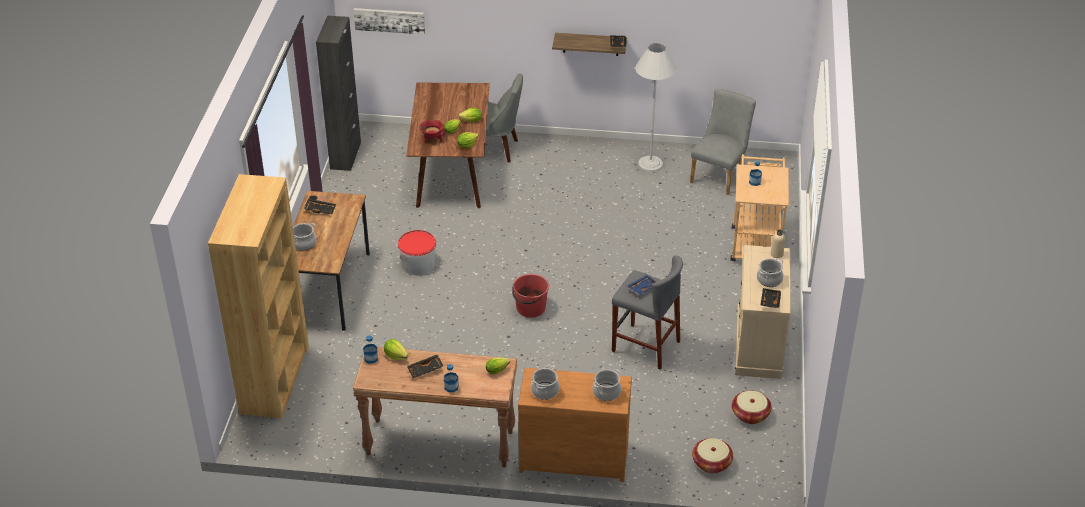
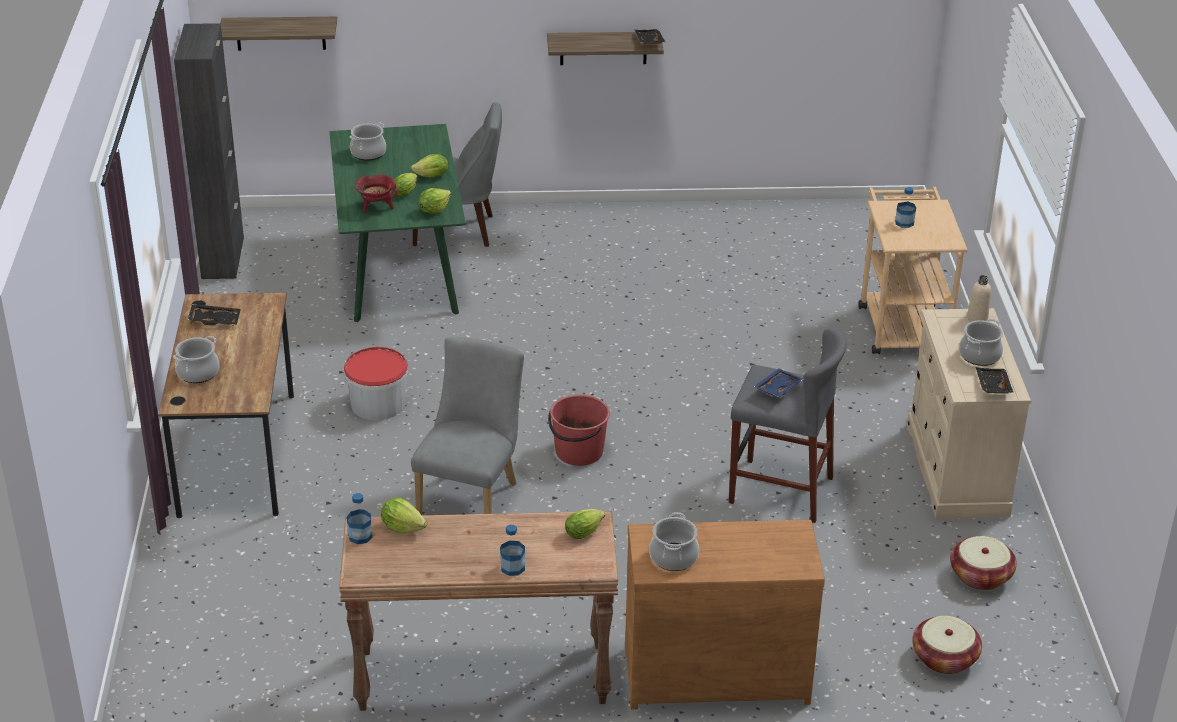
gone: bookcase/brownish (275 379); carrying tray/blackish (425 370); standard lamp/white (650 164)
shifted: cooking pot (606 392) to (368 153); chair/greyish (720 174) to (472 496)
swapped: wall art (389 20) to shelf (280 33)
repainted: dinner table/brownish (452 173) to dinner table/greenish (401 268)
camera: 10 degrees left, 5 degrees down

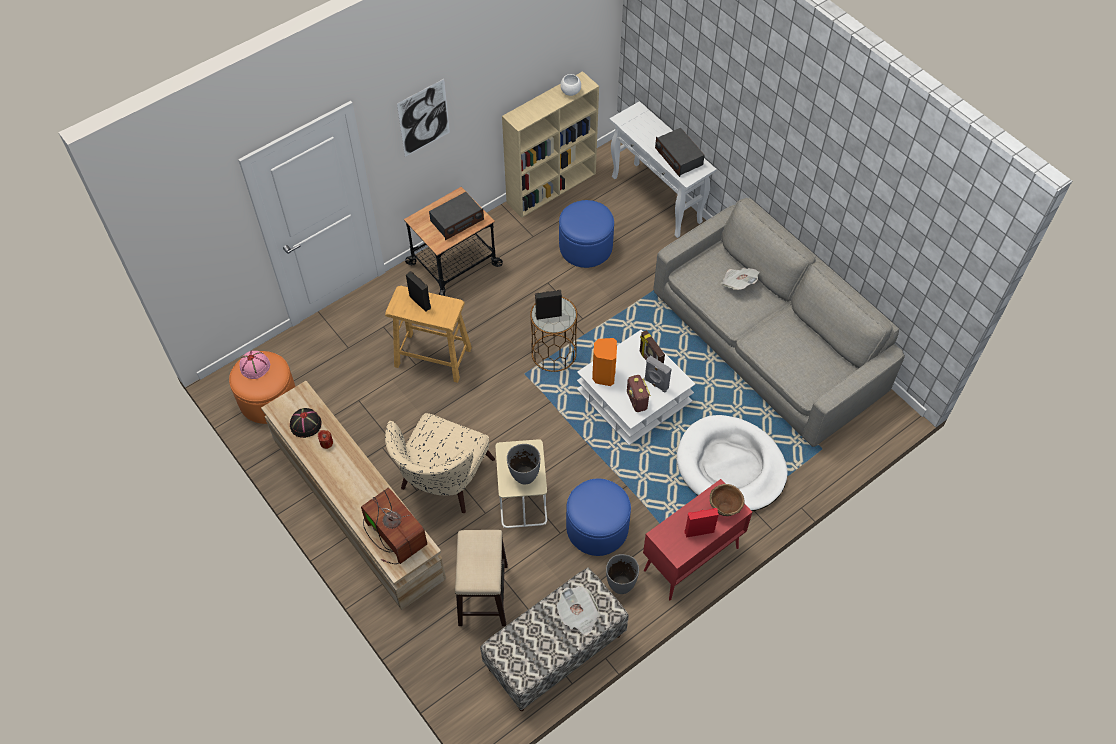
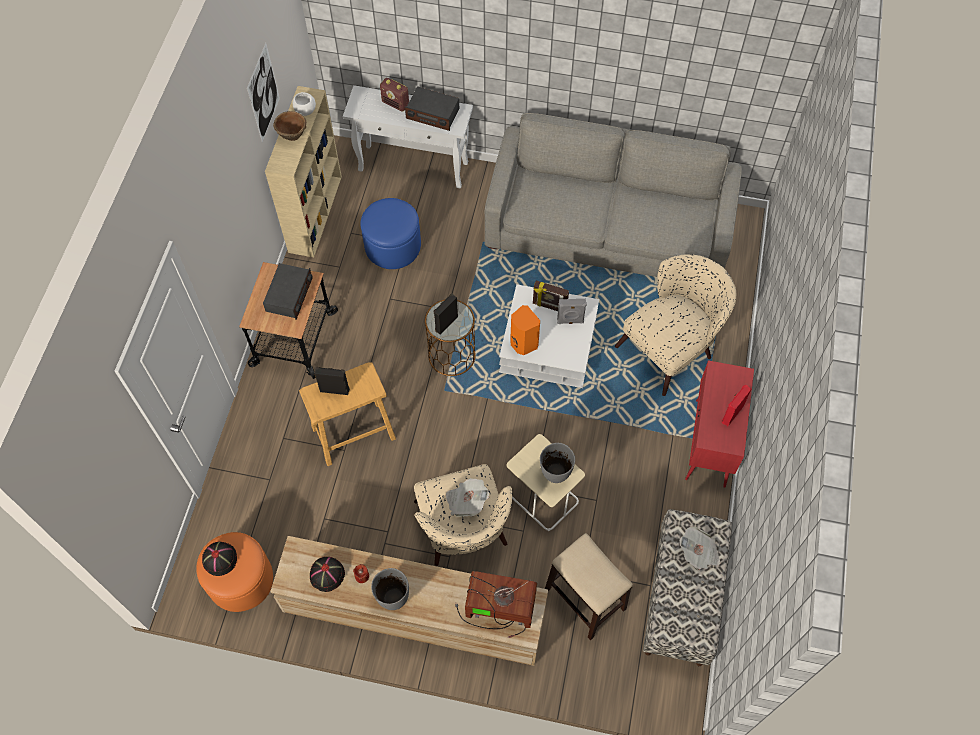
gone: ottoman/bluish (597 528)
shifted: wall art (424 118) to (263 93); vase/greyish (620 584) to (393 598); radio set (637 401) to (396 104); serving bowl/brownish (724 507) to (292 134); daily paper (738 283) to (466 501)
swapped: pet bed/white (730 466) to armchair/beige (671 347)
repainted: hat/pink (255 366) to hat/blackish (220 559)
camera: 40 degrees left, 5 degrees up

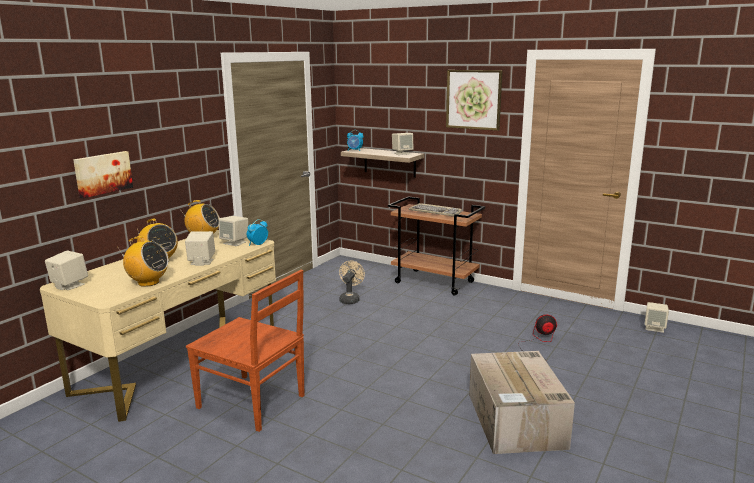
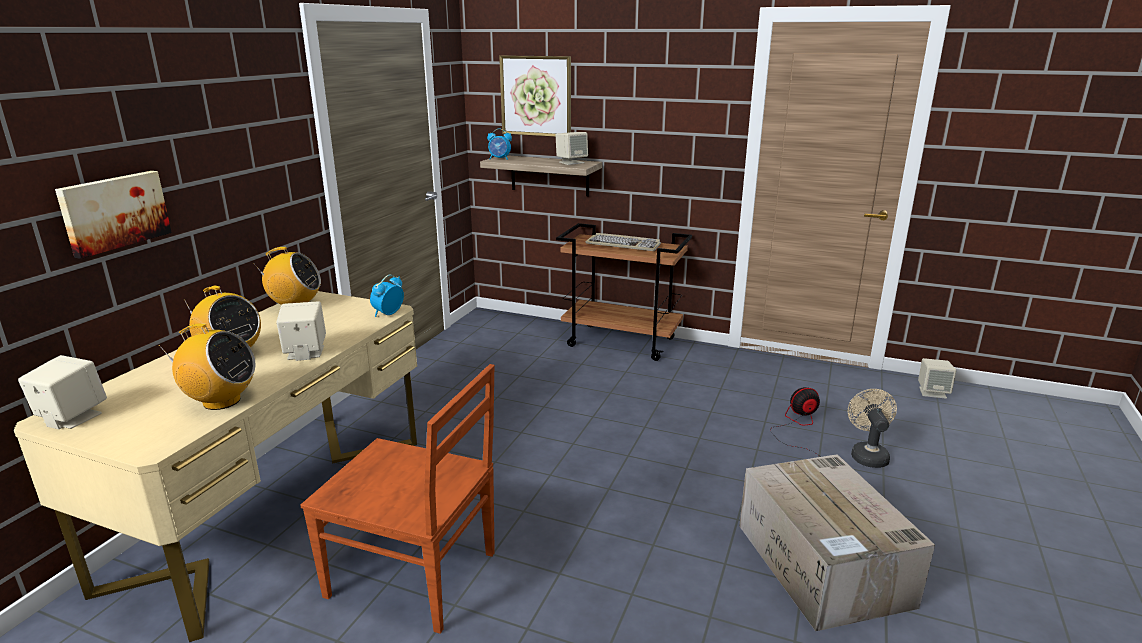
gone: audio speaker/beige (235 242)
shifted: fan/beige (350 299) to (867 455); wall art (473 99) to (536 96)
camera: 10 degrees left, 5 degrees up

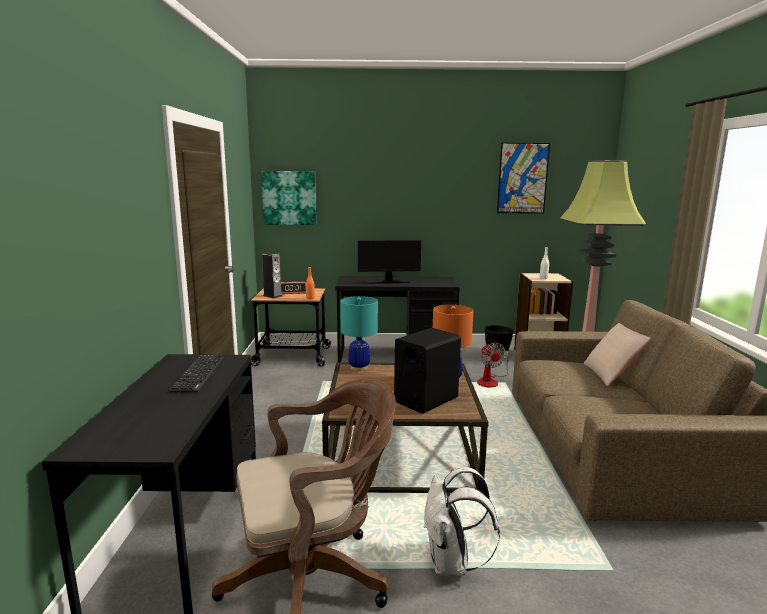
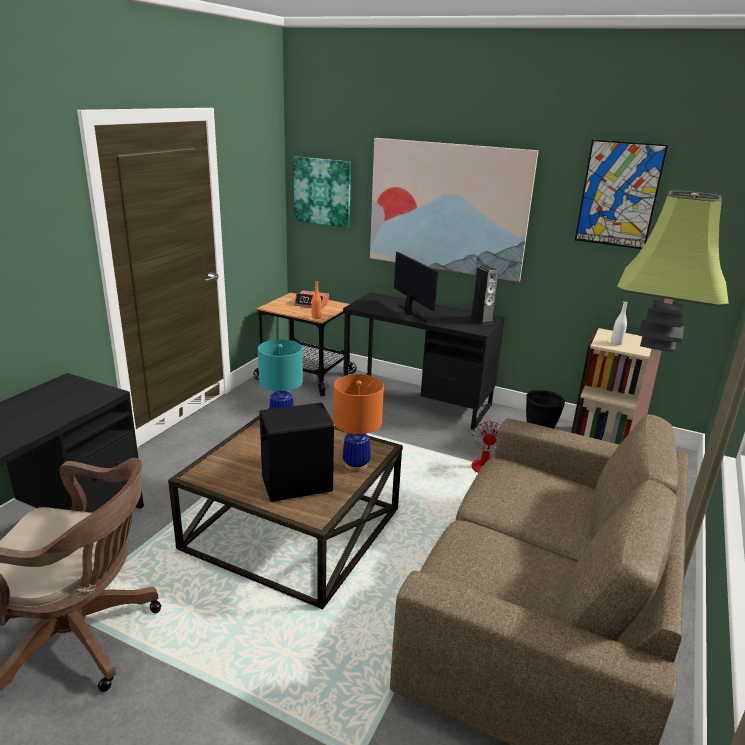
gone: keyboard (198 374); knapsack/white (452 564); cushion/beige (612 374)
new: wall art (447 208)
shifted: audio speaker (272 296) to (481 320)
rotated: monitor (389 282) = (410 313) 135 degrees counterclockwise
camera: 25 degrees right, 10 degrees up

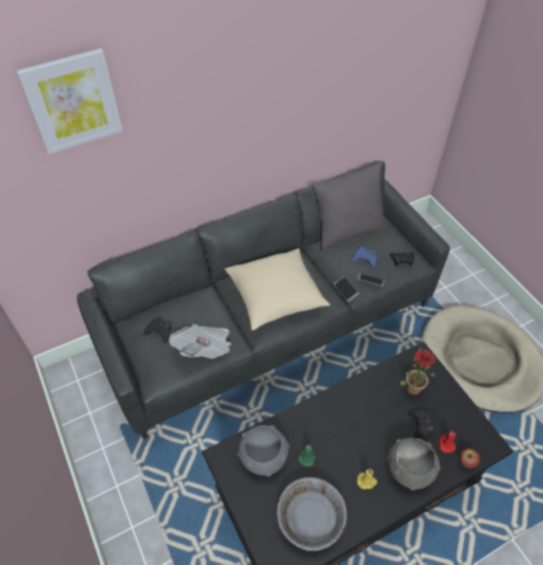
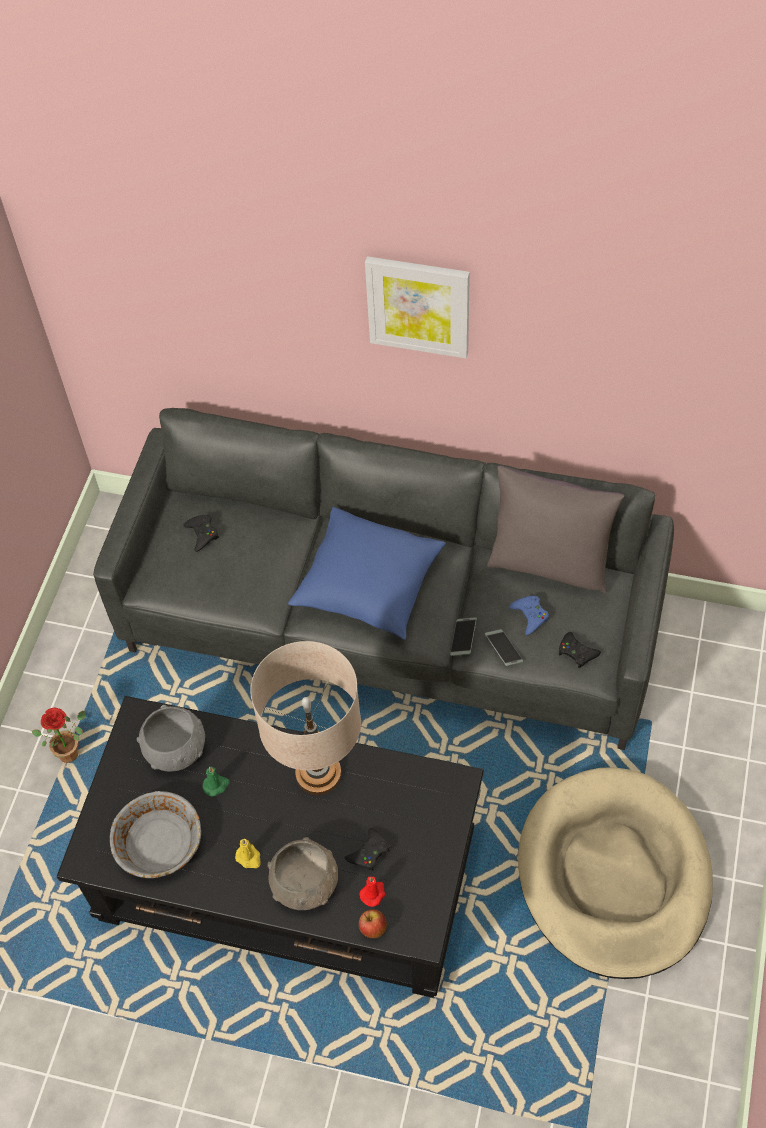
gone: daily paper (205 349)
new: lamp for a table/beige (318 774)
shifted: wall art (73 101) to (418 305); houseplant (412 385) to (71 750)
repainted: cushion/beige (276 297) to cushion/bluish (368 587)
camera: 45 degrees right, 5 degrees up

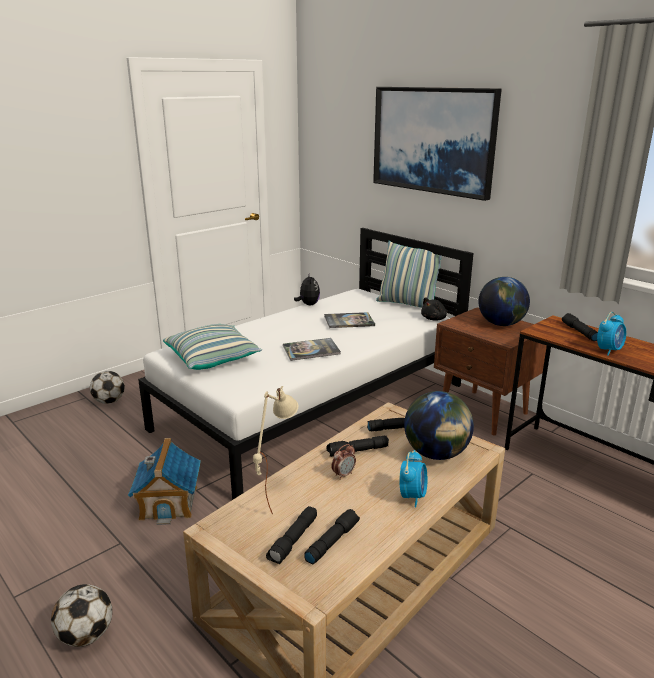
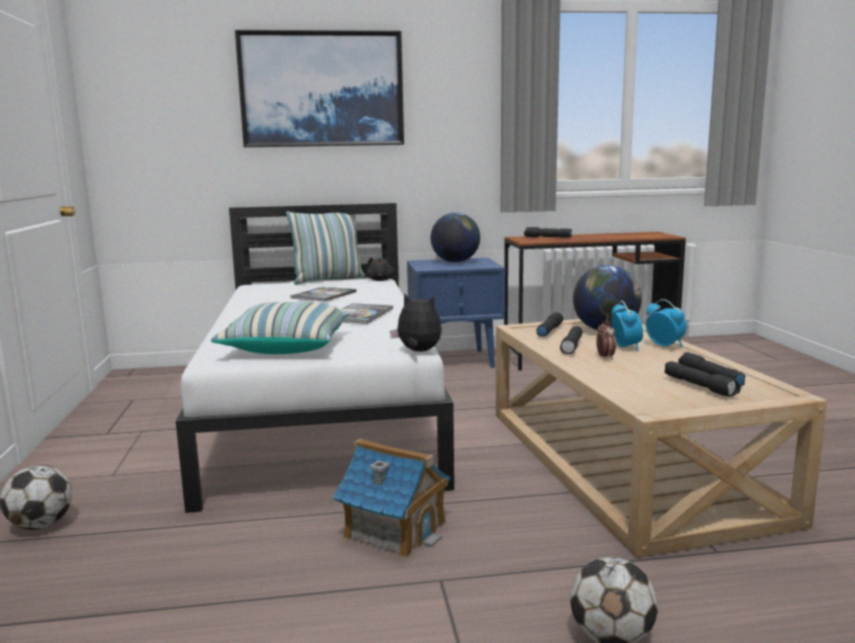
gone: lamp for a table/beige (275 495)
shifted: plush toy (308 304) to (418 351); alarm clock (609 350) to (625 347)
repainted: bedside table/brownish (484 412) to bedside table/bluish (456 360)
camera: 55 degrees left, 10 degrees down

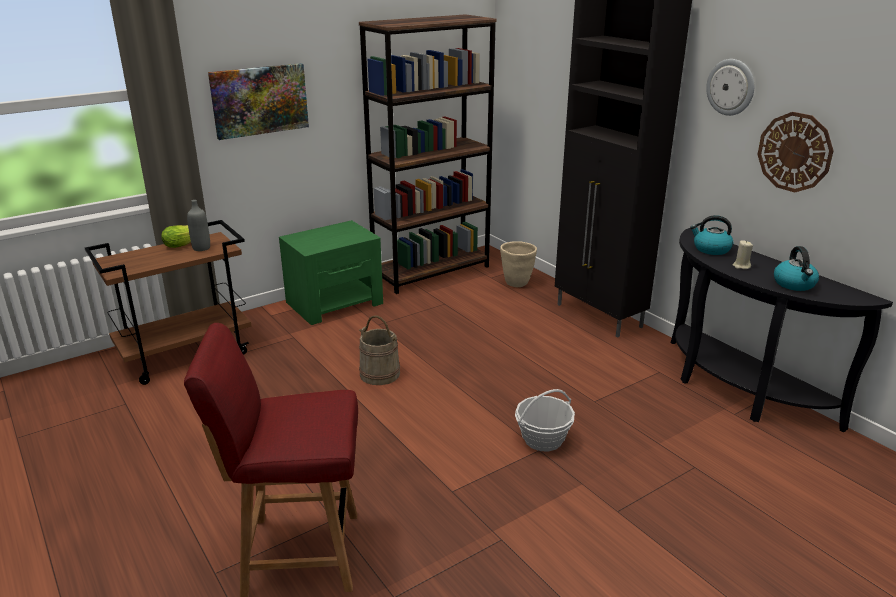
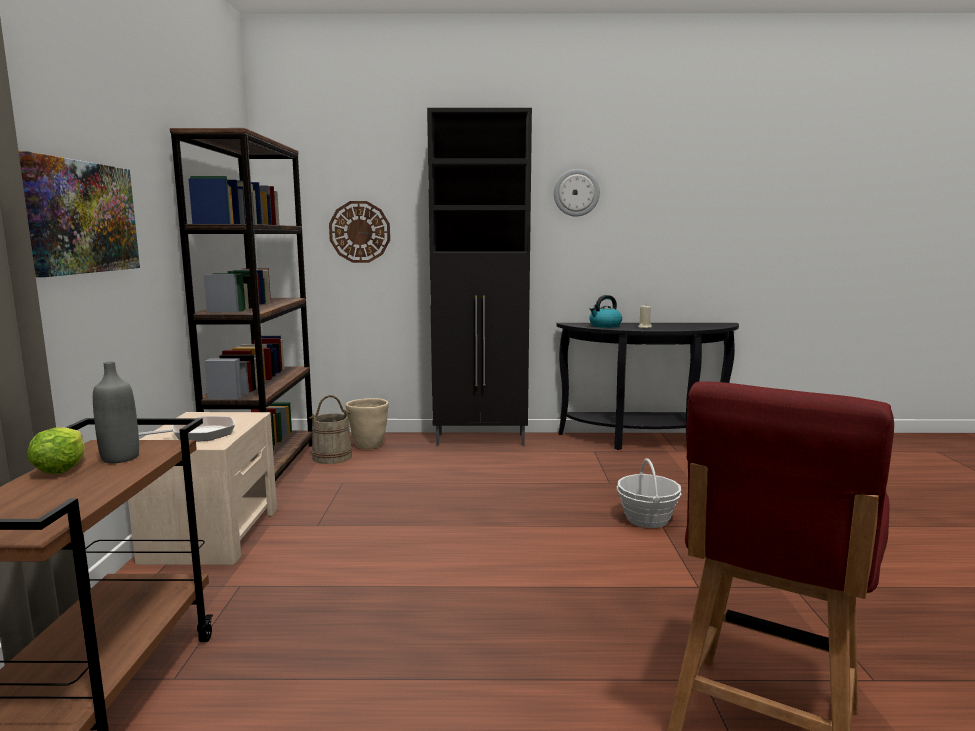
gone: water kettle (794 284)
new: frying pan (198 434)
shifted: pail/beige (379 374) to (332 457); wall clock (794 152) to (359 232)
repainted: bedside table/greenish (335 303) to bedside table/beige (213 534)
camera: 55 degrees left, 15 degrees down

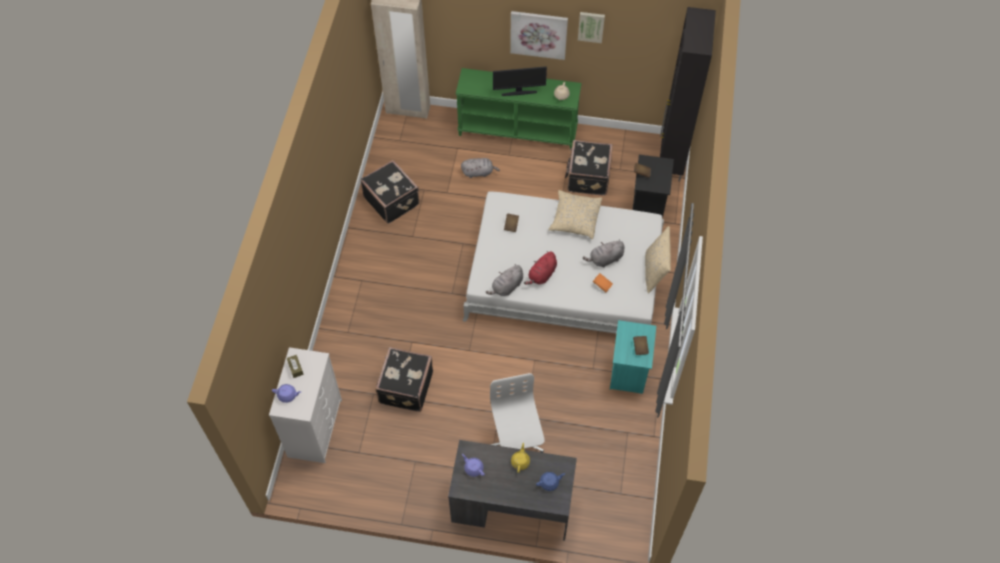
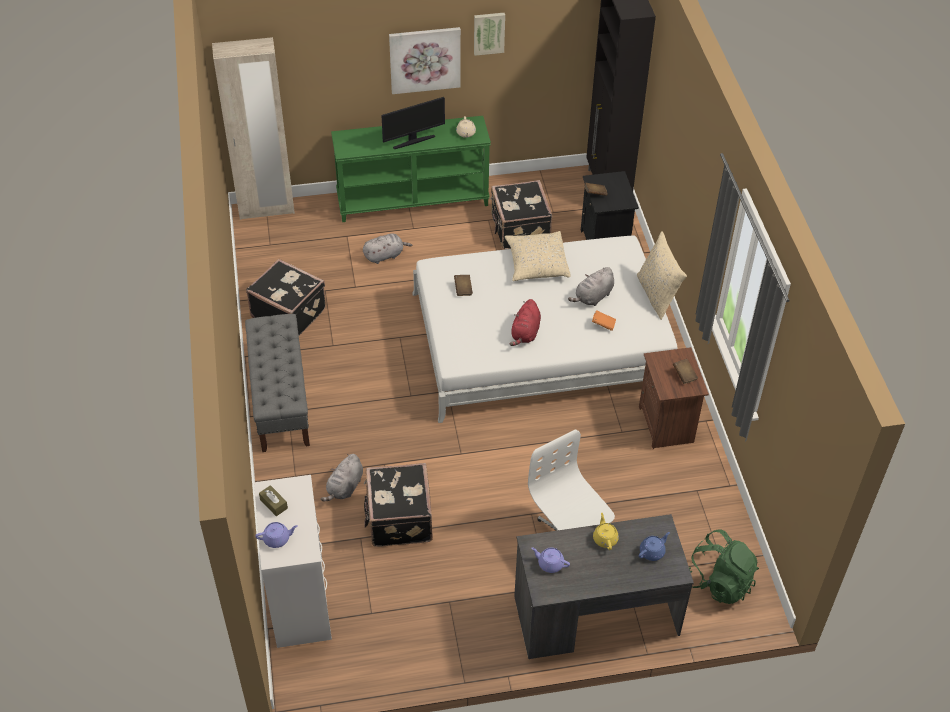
new: long seat/greyish (280 399); knapsack/greenish (719 582)
shifted: plush toy/greyish (506 287) to (344 487)
repainted: bedside table/blue-green (629 373) to bedside table/brownish (667 424)
camera: 20 degrees left, 10 degrees down

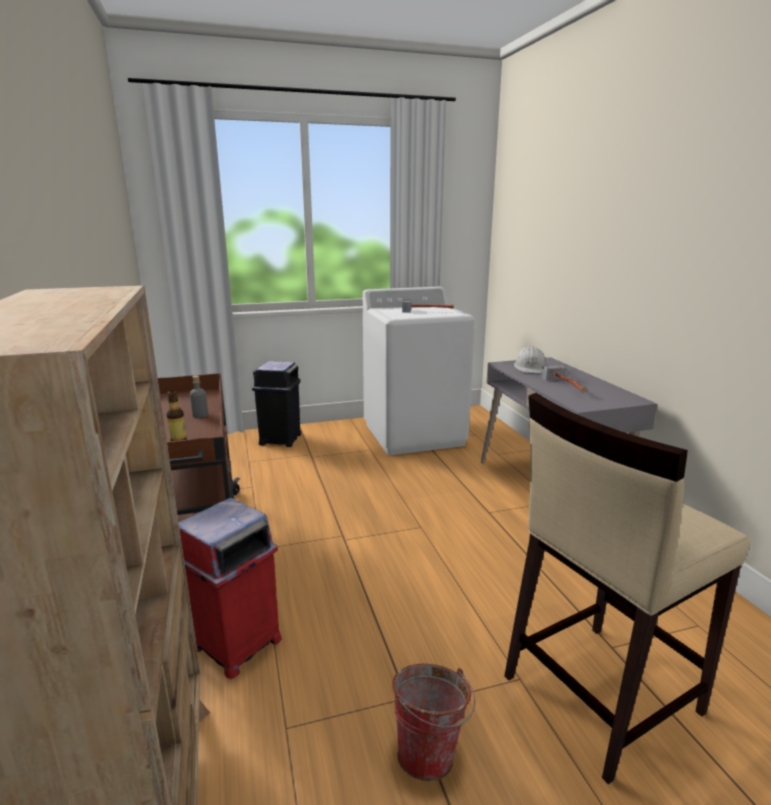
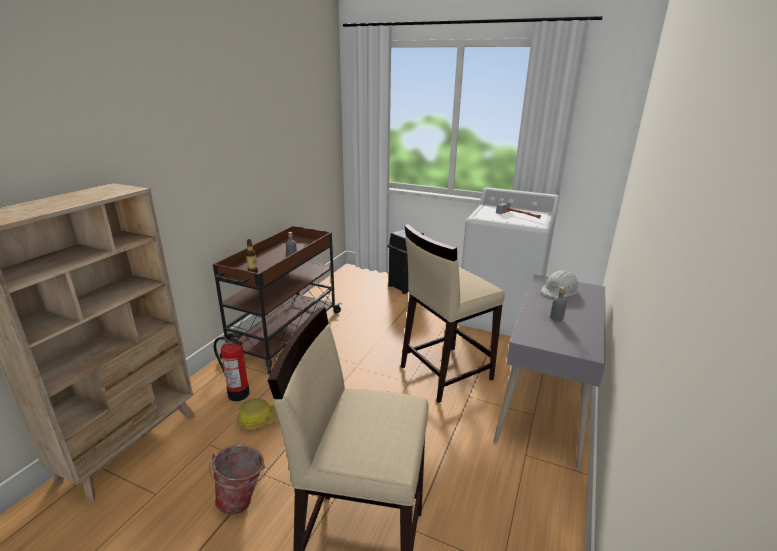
new: safety helmet (259 419); stool seat/beige (444 373)
swapped: rubbish bin/red-coloured (235 645) to fire extinguisher (238 394); tool hammer (569 386) to beverage bottle/greyish (556 318)
camera: 40 degrees right, 5 degrees up

